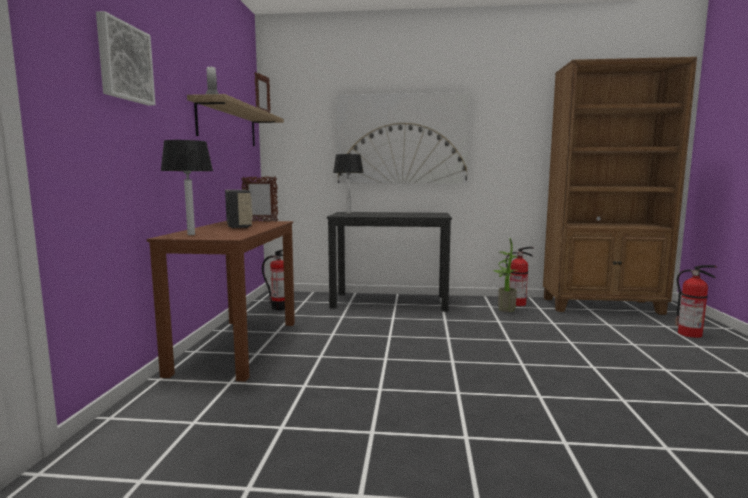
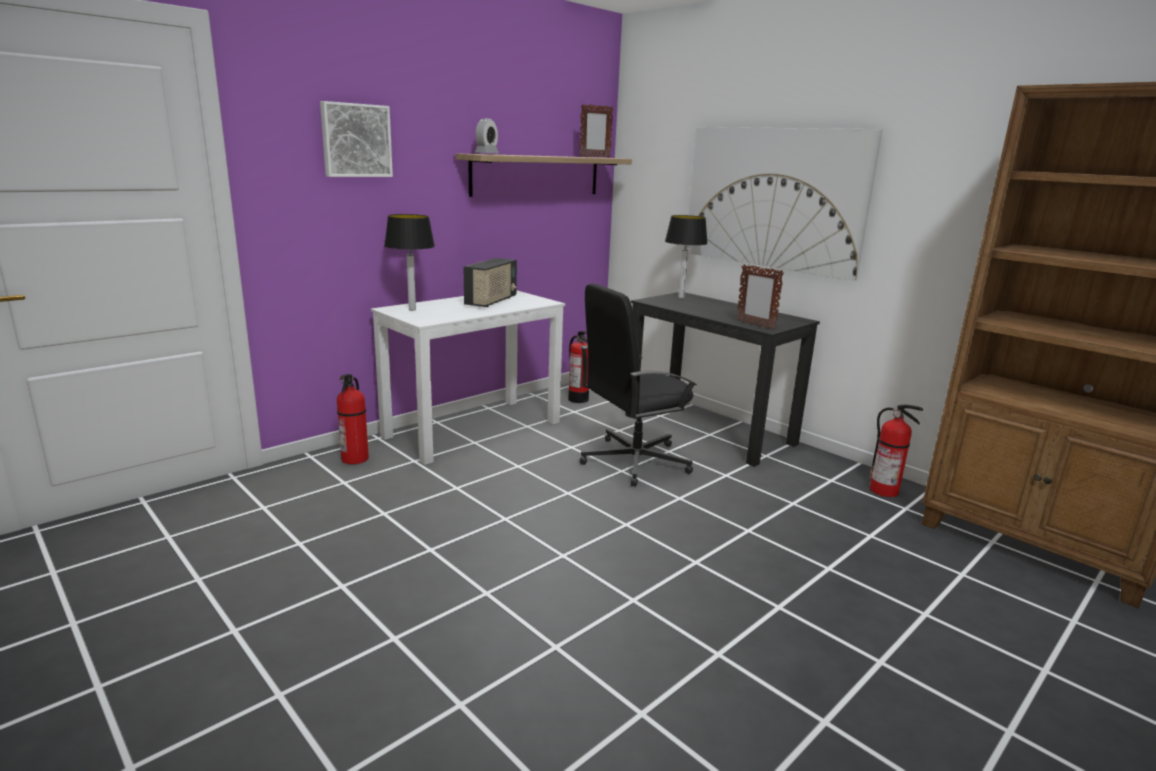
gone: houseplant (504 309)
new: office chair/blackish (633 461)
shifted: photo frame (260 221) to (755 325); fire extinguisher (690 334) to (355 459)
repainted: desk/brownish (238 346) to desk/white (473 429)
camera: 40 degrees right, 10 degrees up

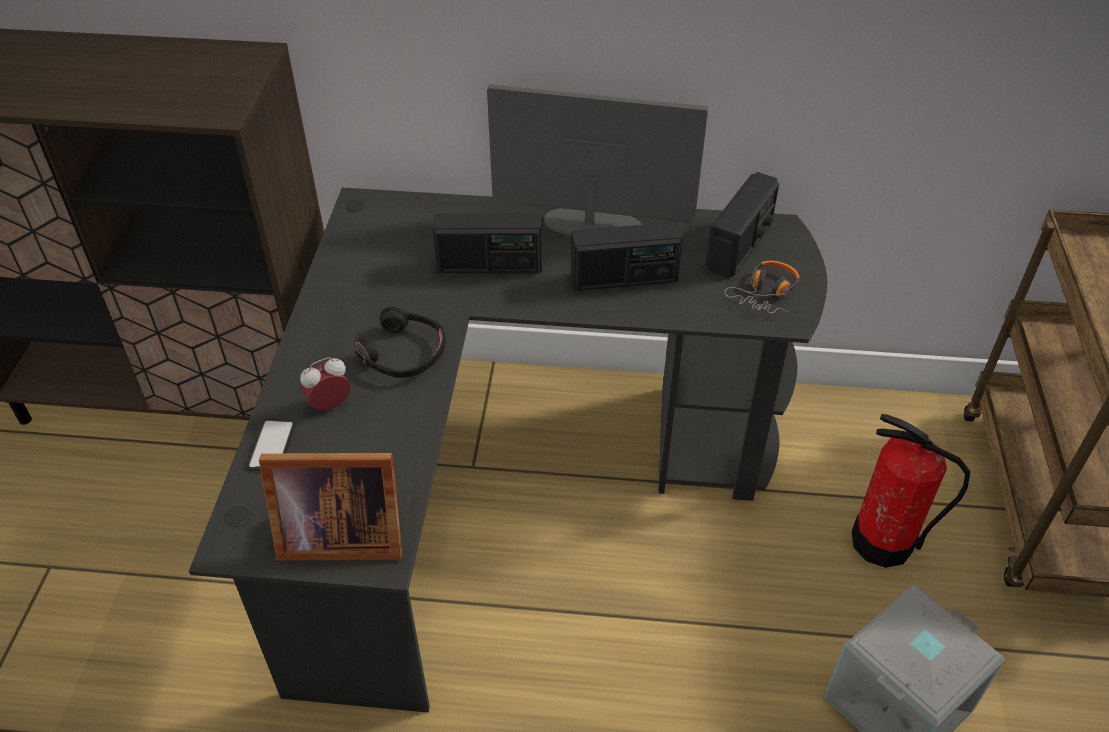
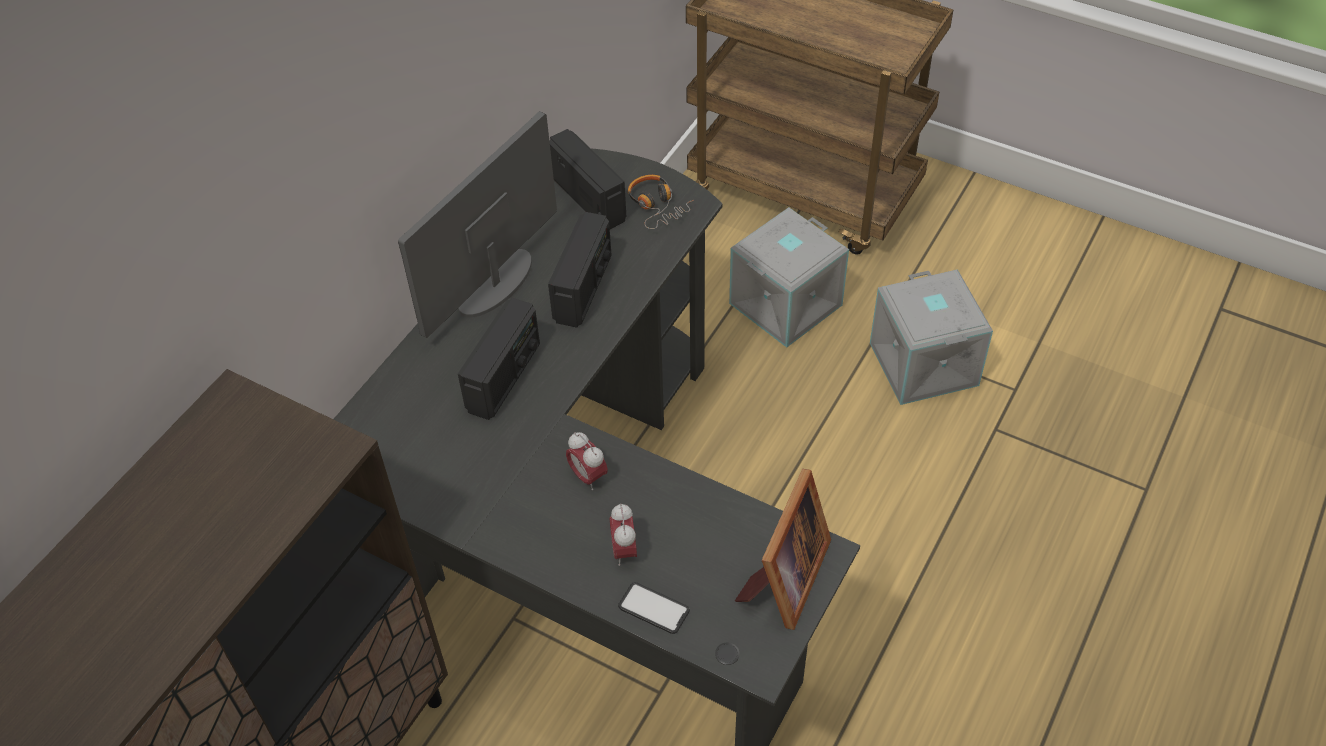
swapped: headphones/blackish (403 354) to alarm clock (588 476); fire extinguisher (882 542) to storage box/greyish (786 305)
camera: 65 degrees left, 5 degrees up

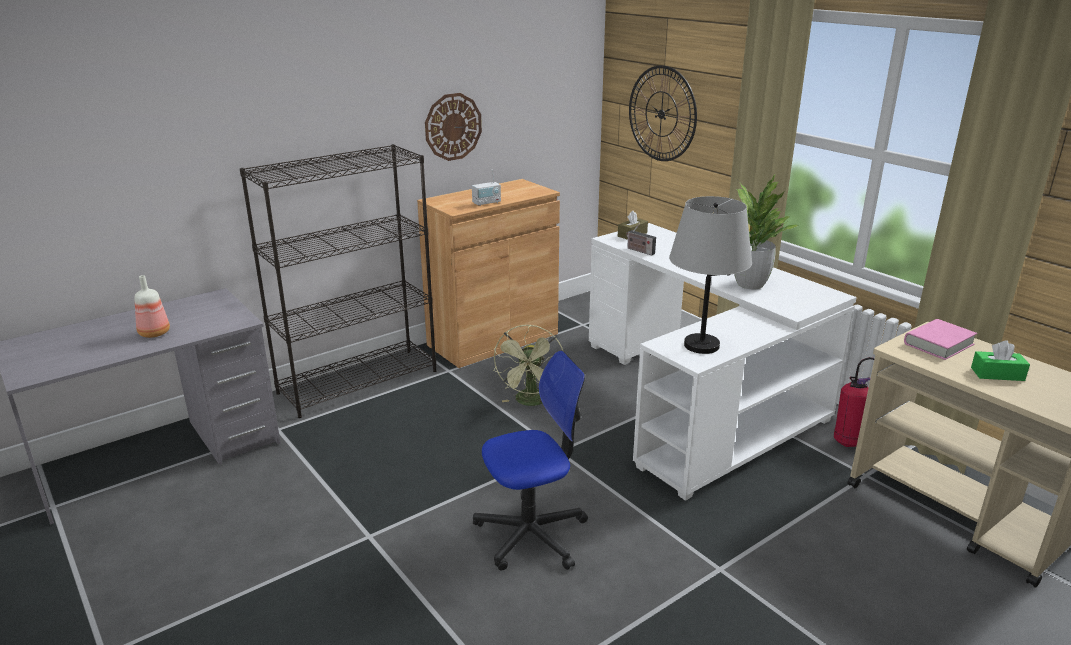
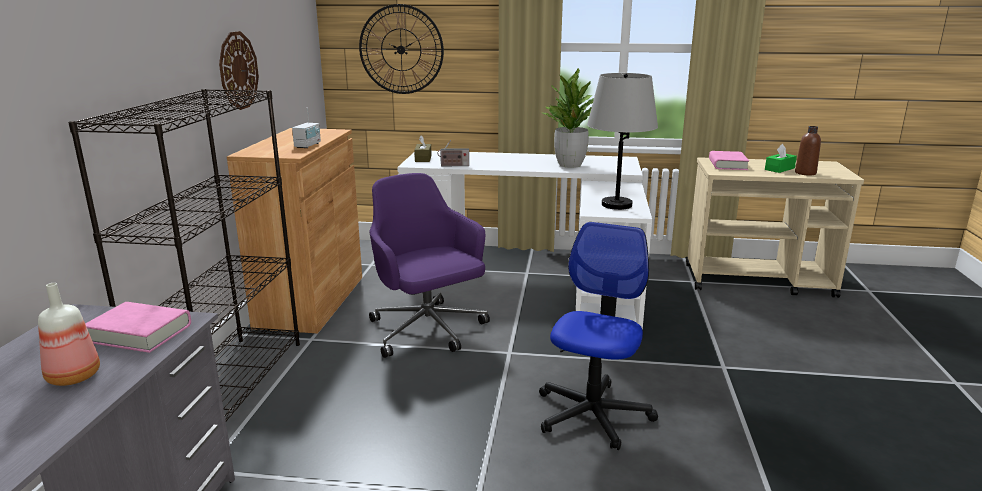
gone: fire extinguisher (848 442)
new: bound book/pink (140 333); beverage bottle/brownish (805 173)
swapped: fan/greenish (531 402) to office chair/purple (428 331)
camera: 45 degrees left, 5 degrees down

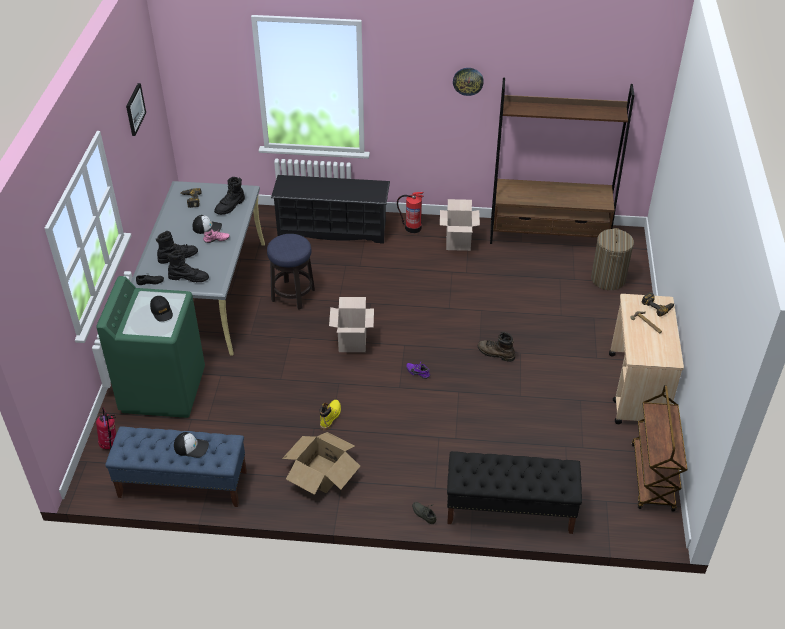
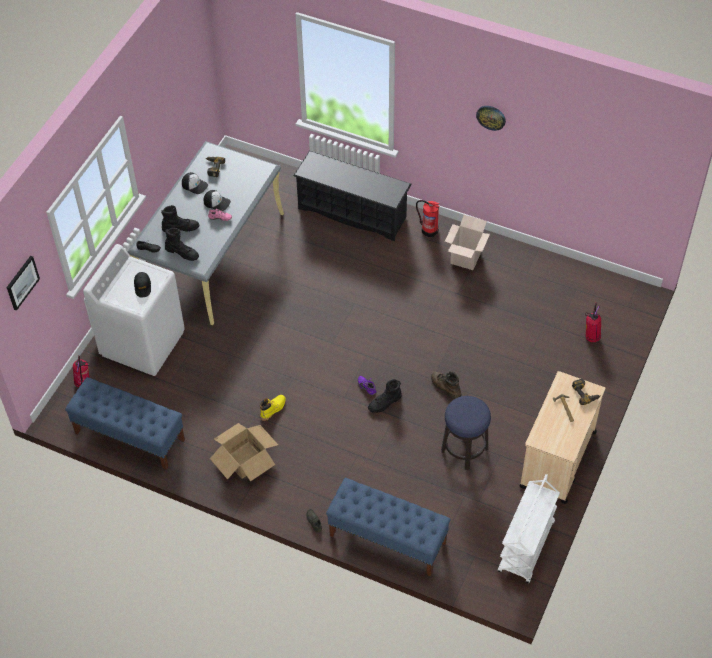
gone: carton (352 342); bookcase/brownish (549 235)
shifted: wall art (135 109) to (22 282); peaked cap (191 447) to (194 185); boot/blackish (230 206) to (385 403); stool seat (293 295) to (464 450)
swapped: hamper (608 279) to fire extinguisher (591 337)
repainted: laundry appliance/greenish (163 389) to laundry appliance/white (143 343); long seat/blackish (509 510) to long seat/bluish (387 539); cart/brownish (652 478) to cart/white (526 547)
camera: 20 degrees right, 10 degrees up

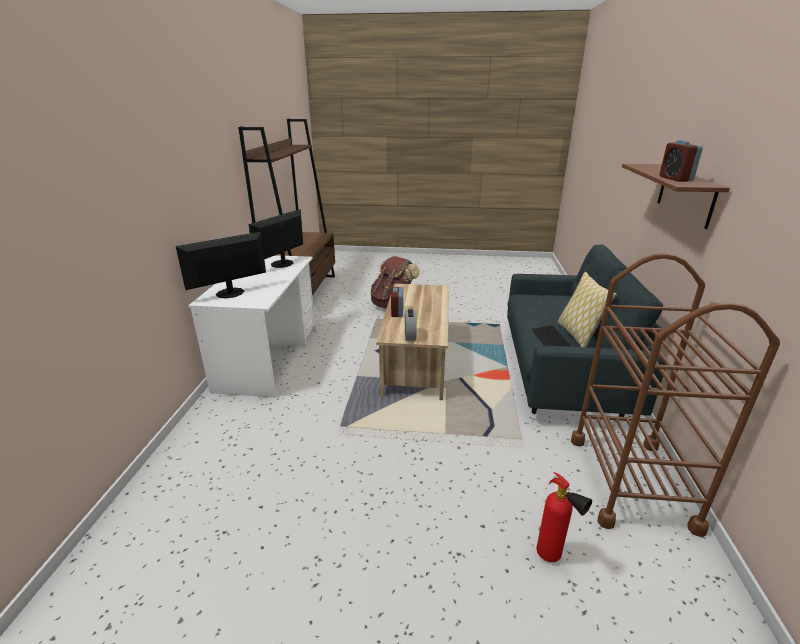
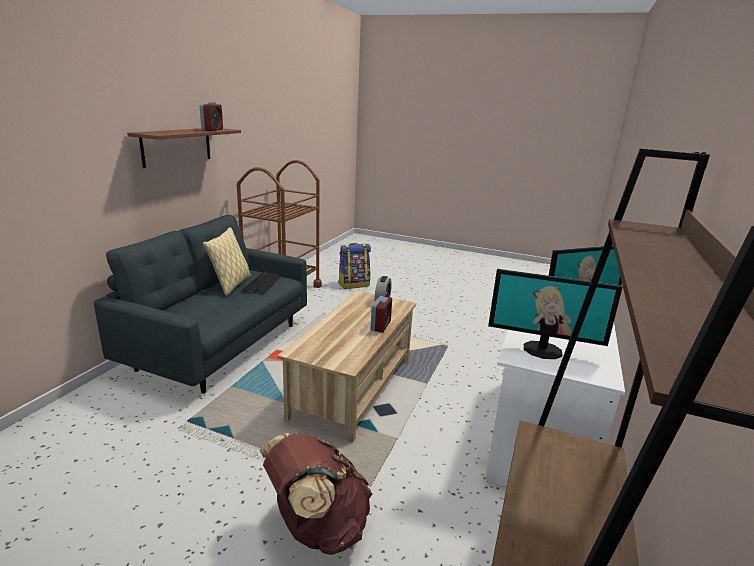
swapped: fire extinguisher (553 558) to knapsack (354 284)
rotated: monitor (282 264) = (542 349) 60 degrees clockwise
camera: 165 degrees left, 5 degrees down

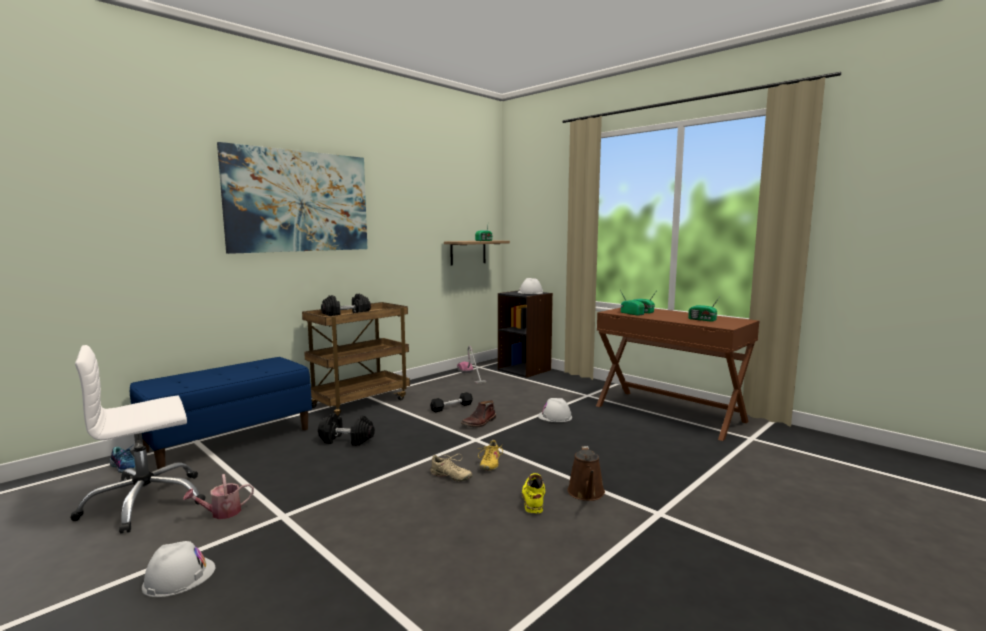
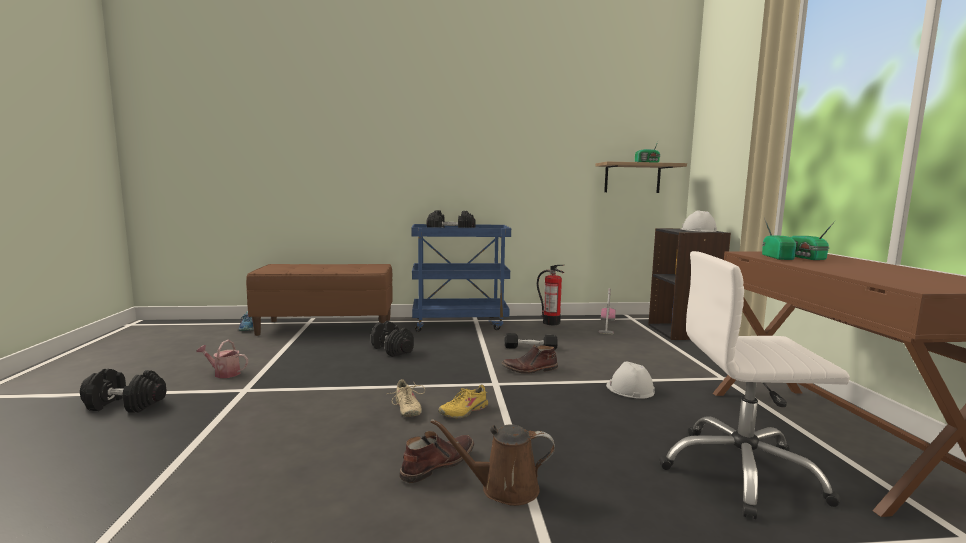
gone: wall art (299 201); radio set (702 320)
new: fire extinguisher (551 323)
shifted: office chair/white (145 502) to (741 472)
swapped: safety helmet/white (179 576) to free weight/blackish (126 405)
repainted: long seat/bluish (230 439) to long seat/brownish (327 326); cart/brownish (360 402) to cart/bluish (460 324); boot/yellow-coloured (533 498) to boot/brownish (437 464)
rotated: sprinkling can/brownish (586 493) = (503 488) 45 degrees clockwise
camera: 40 degrees right, 0 degrees up

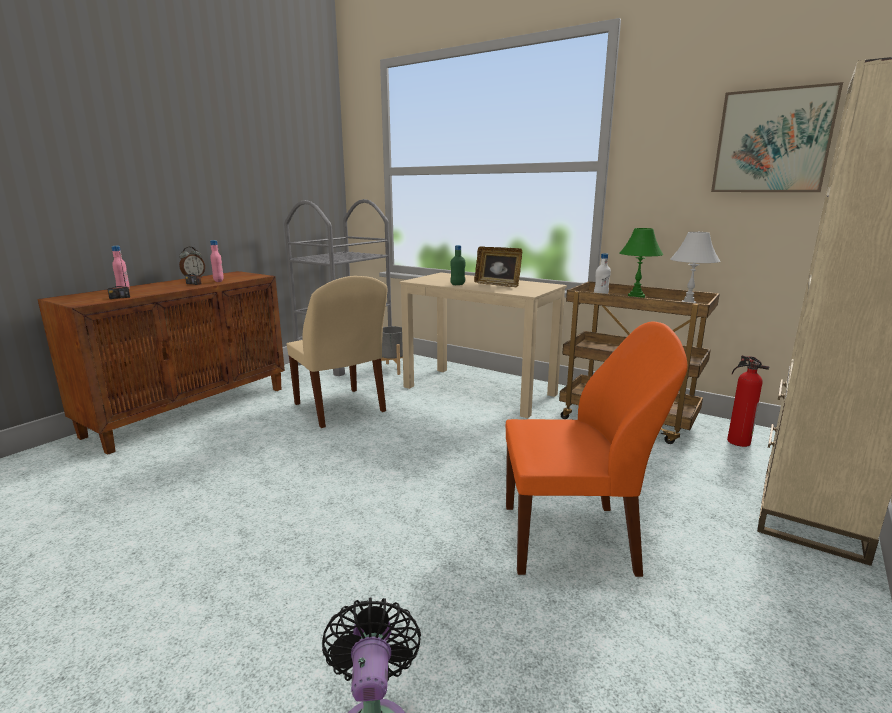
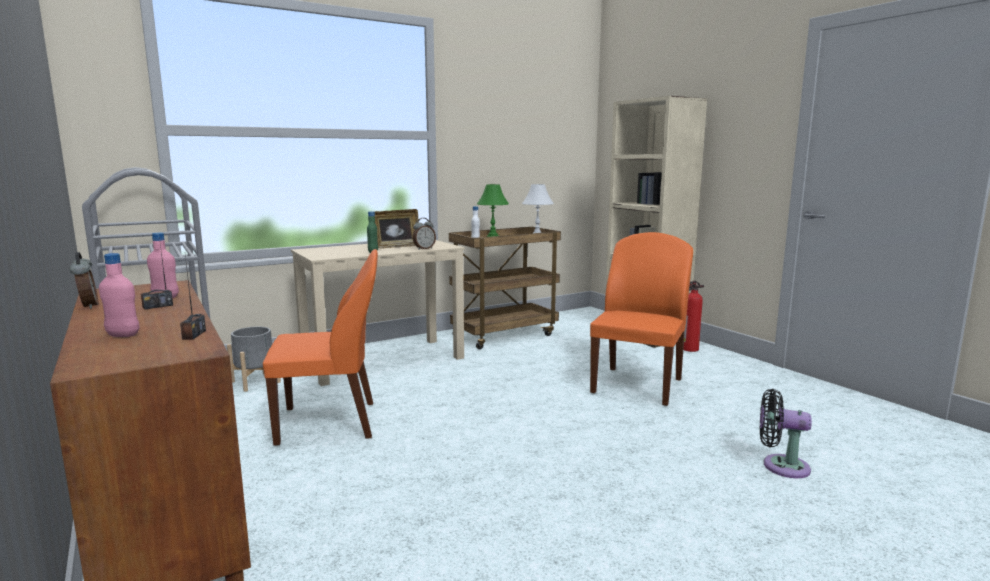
gone: wall art (772 141)
new: alarm clock (424 249)
shifted: fire extinguisher (736 441) to (689 349)
repainted: chair/beige (340 409) to chair/orangey (331 423)
camera: 65 degrees left, 5 degrees down

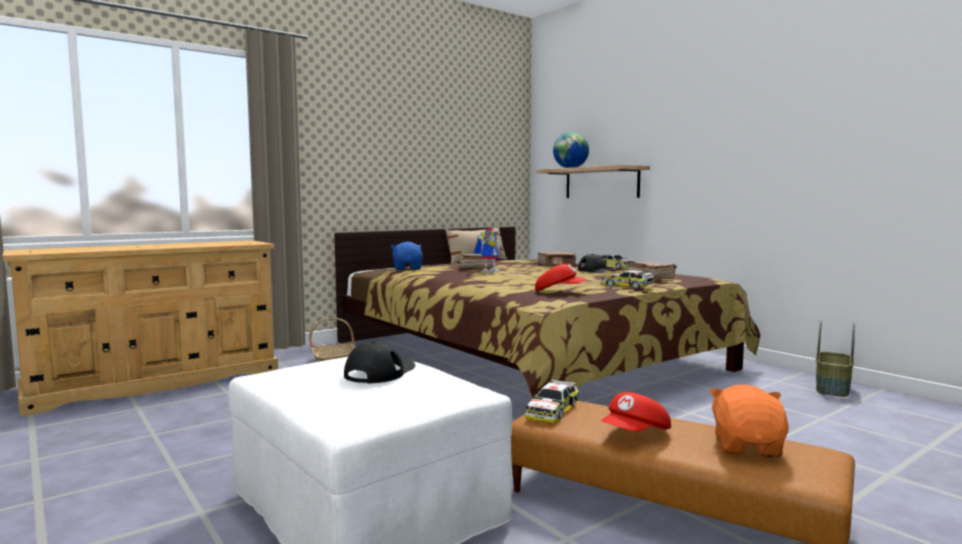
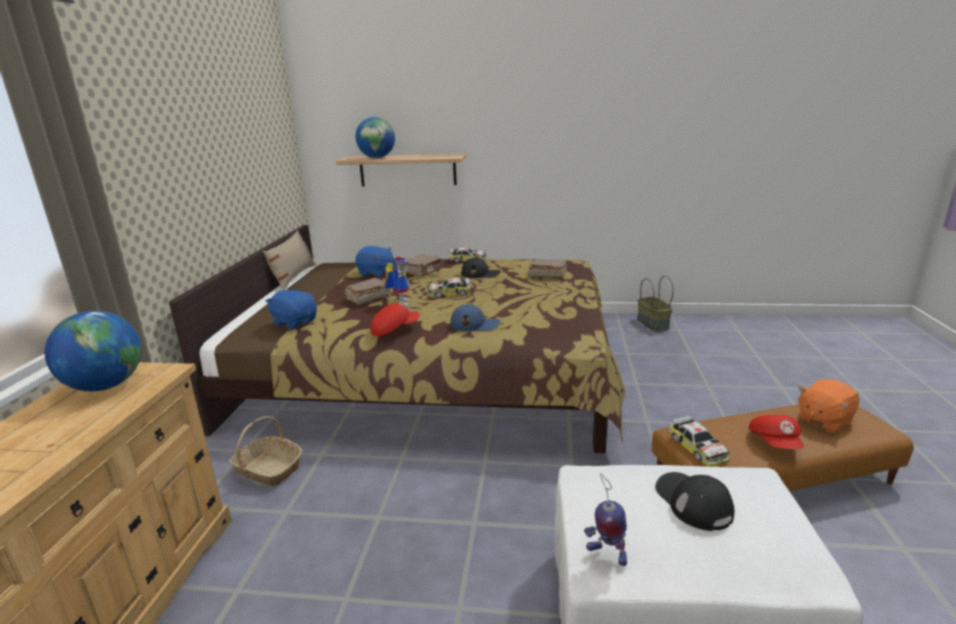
new: desk globe (105 386); plush toy/bluish (376 273); peaked cap/bluish (475 324); model robot (606 553)
shifted: peaked cap/red-coloured (559 291) to (394 330); model car (626 286) to (449 293)
rotated: plush toy/orangey (748 447) = (823 420) 90 degrees counterclockwise
camera: 45 degrees left, 15 degrees up

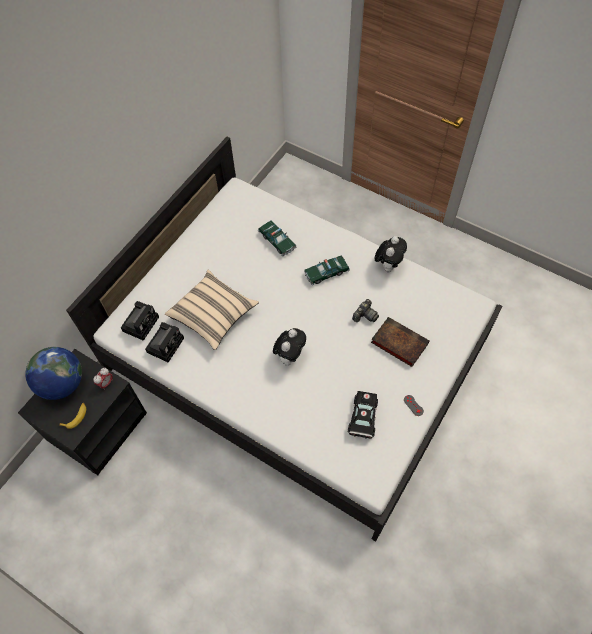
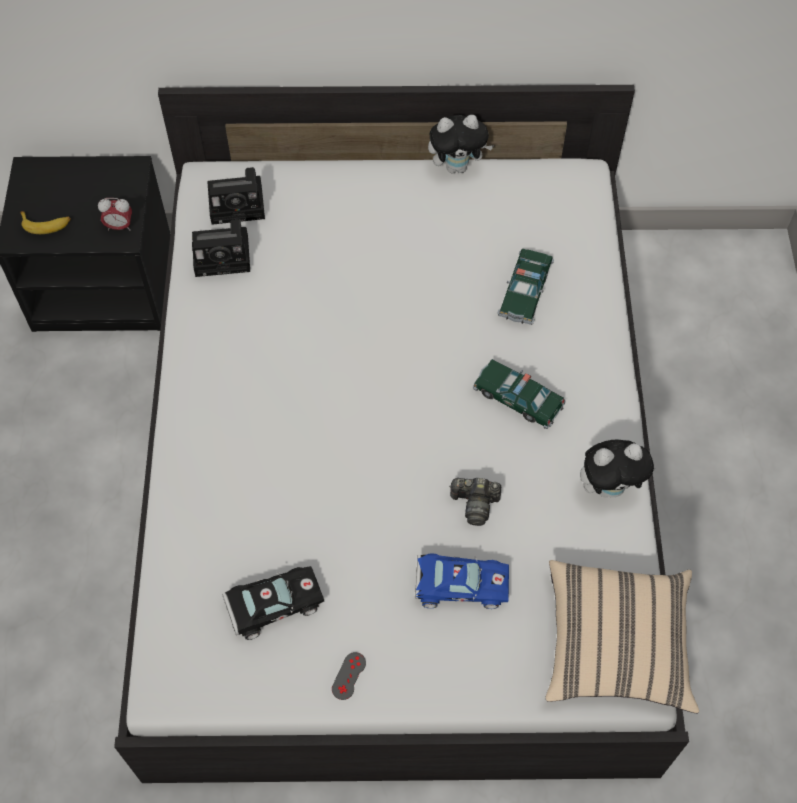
gone: desk globe (62 384)
shifted: cushion/beige (213 315) to (616 644); plush toy (290 356) to (457 166)
swapped: bound book (398 343) to model car/bluish (457 586)
camera: 55 degrees right, 0 degrees up

